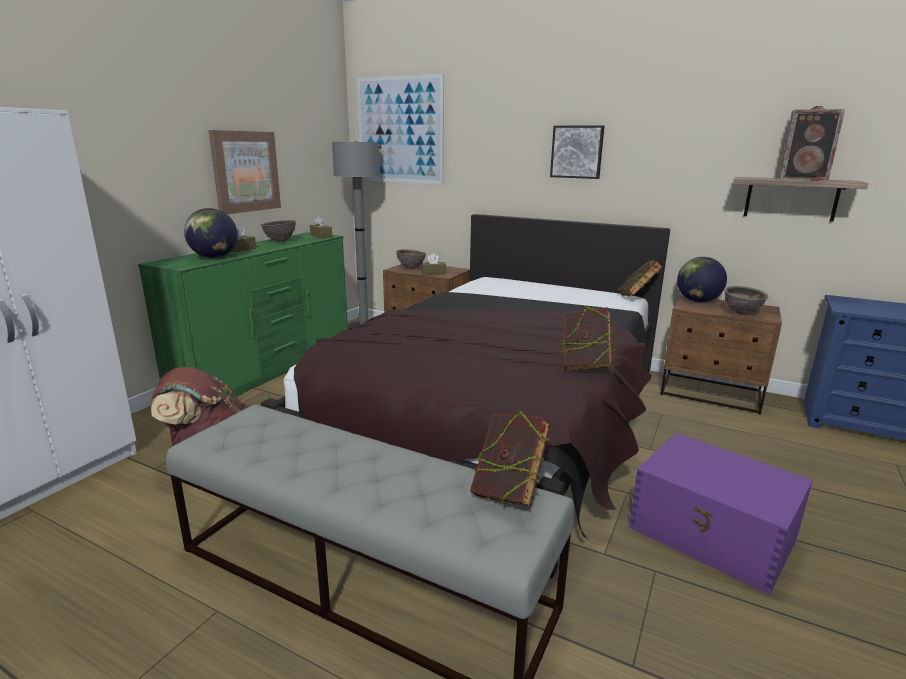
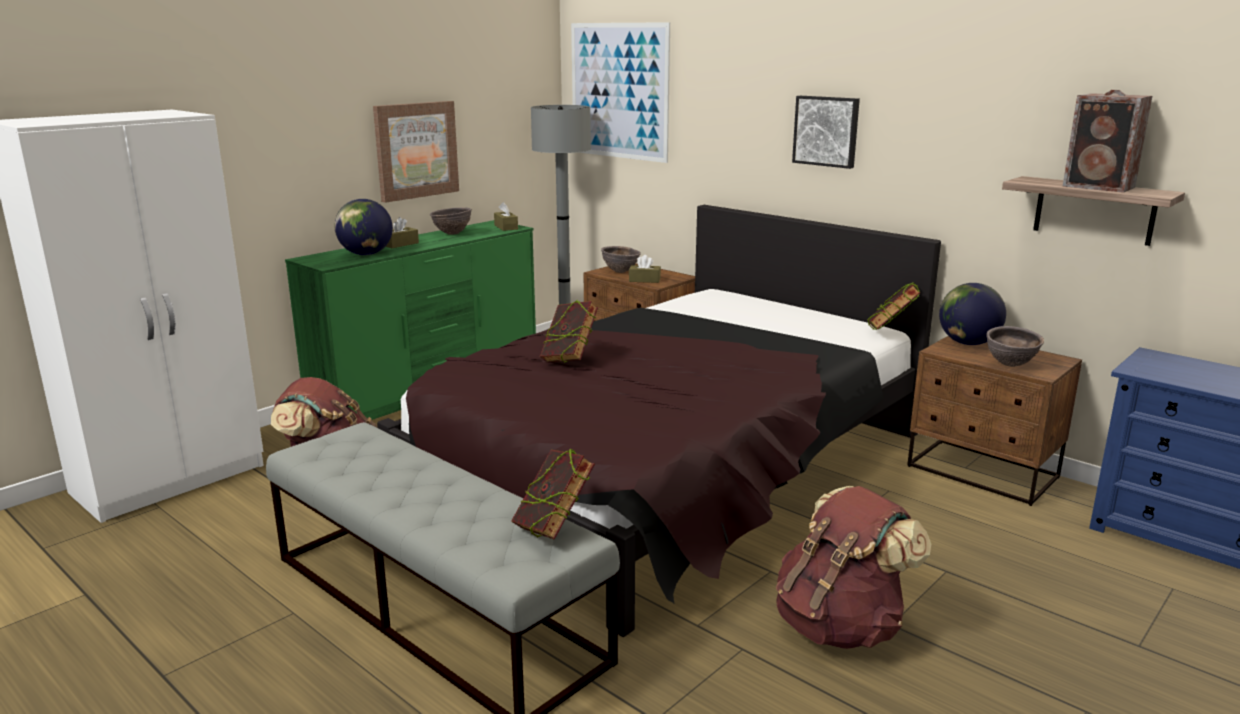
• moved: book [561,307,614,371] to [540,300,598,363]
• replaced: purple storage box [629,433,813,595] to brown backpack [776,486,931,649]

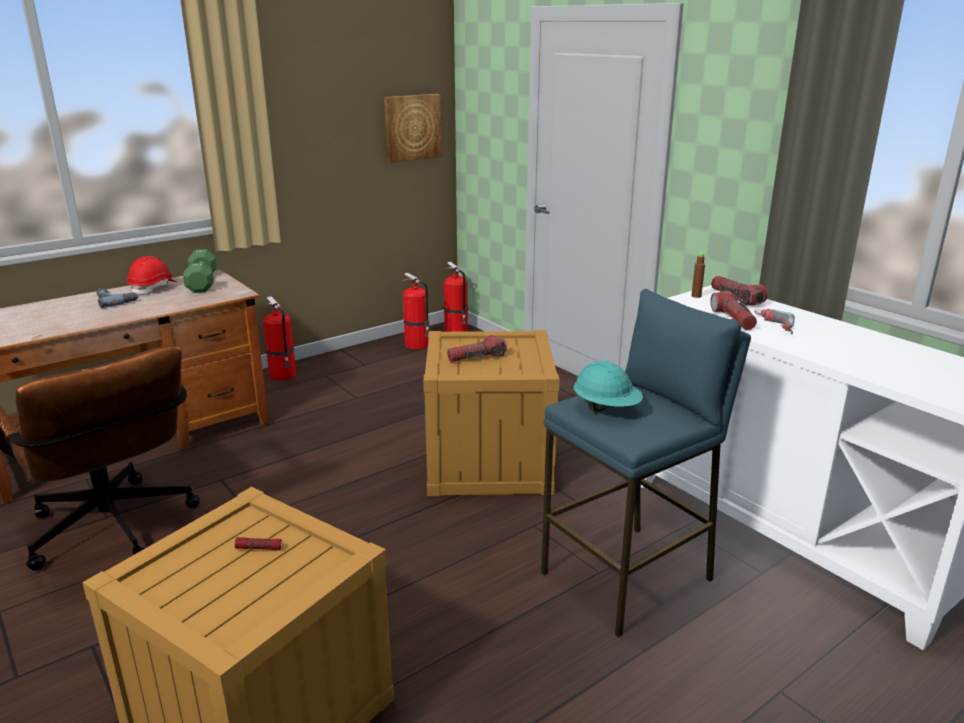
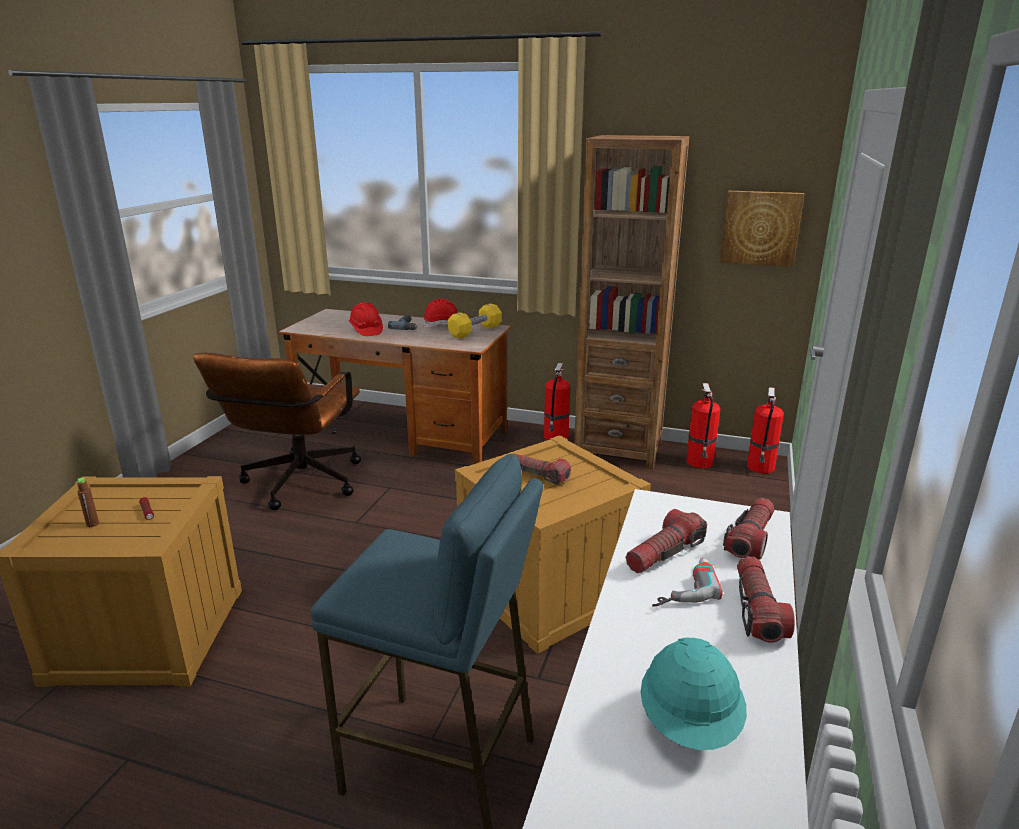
• recoloured: green dumbbell [183,249,217,293] to yellow dumbbell [448,304,502,339]
• moved: brown bottle [691,252,706,298] to [77,478,99,527]
• moved: turquoise hard hat [573,361,643,412] to [641,638,747,750]
• added: brown bookcase [574,135,689,469]
• added: red hard hat [349,302,383,336]
• added: flashlight [737,556,795,643]

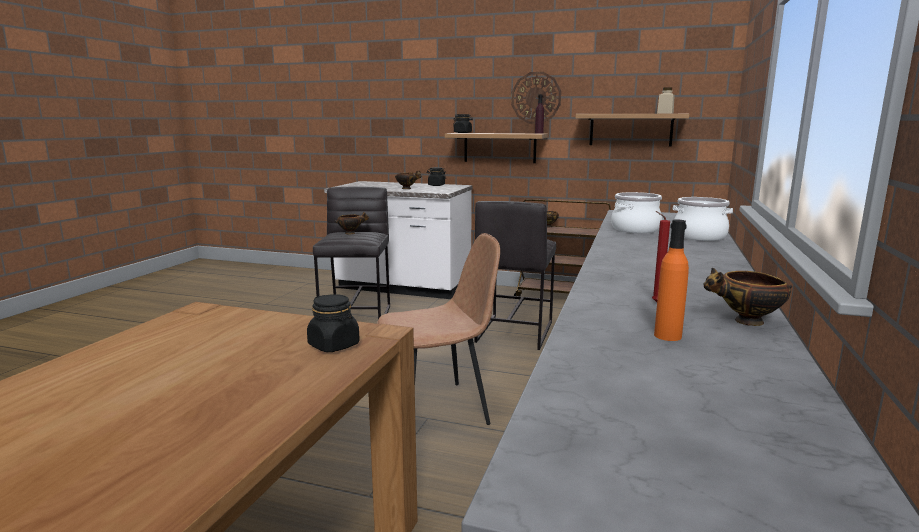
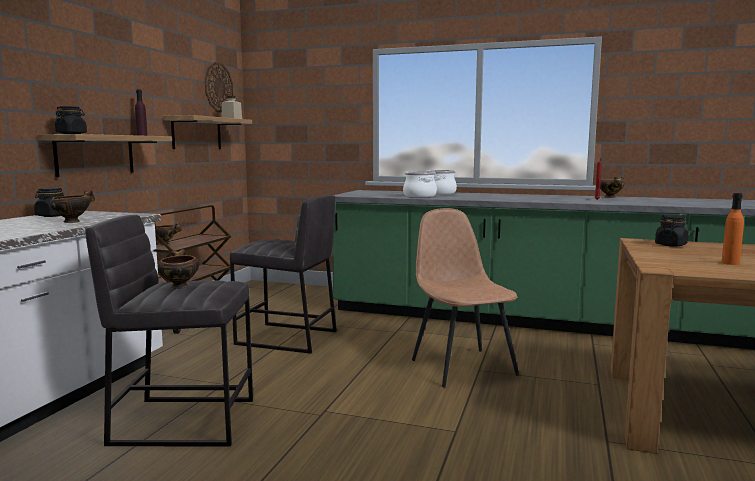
• moved: wall clock [511,72,561,124] to [205,62,233,113]
• moved: orange bottle [654,219,689,341] to [721,193,744,265]

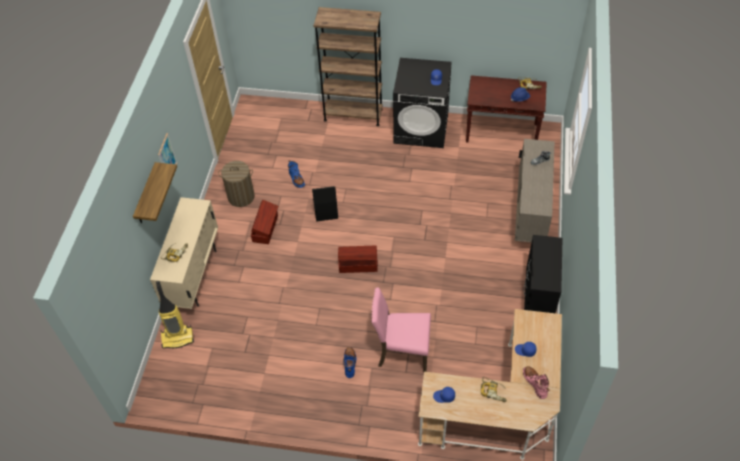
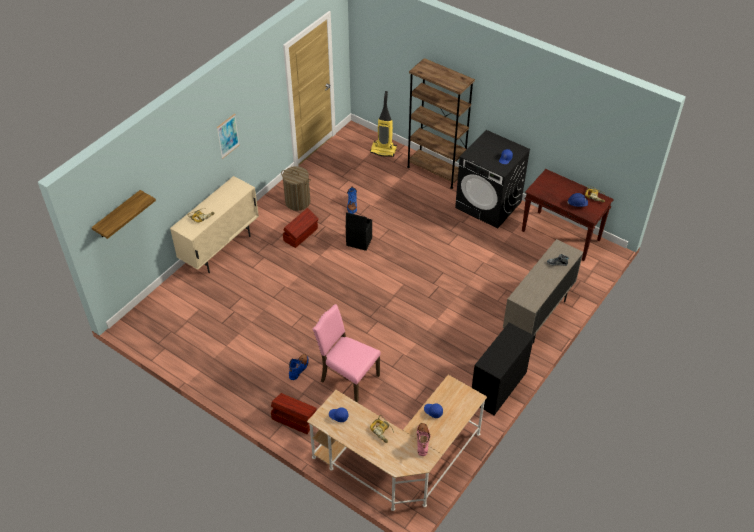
• moved: shelf [133,162,177,224] to [92,190,156,239]
• moved: brown storage box [338,246,378,273] to [271,393,317,434]
• moved: vacuum cleaner [156,281,194,348] to [370,91,397,157]

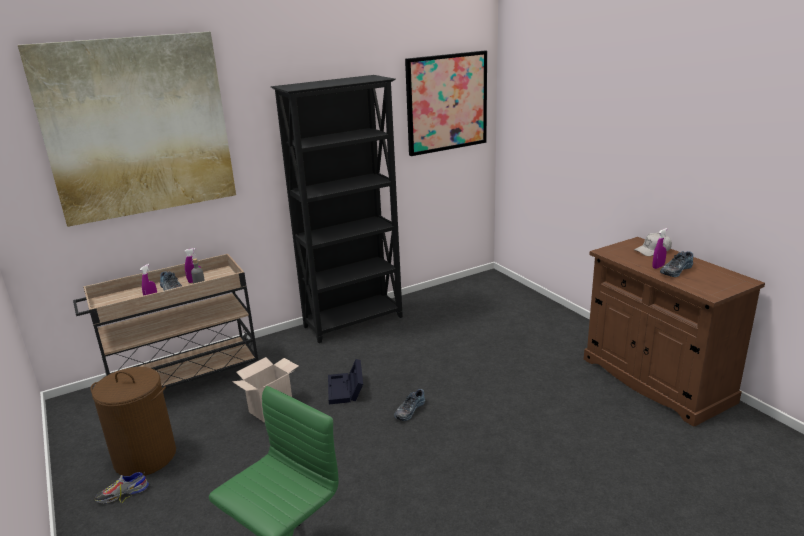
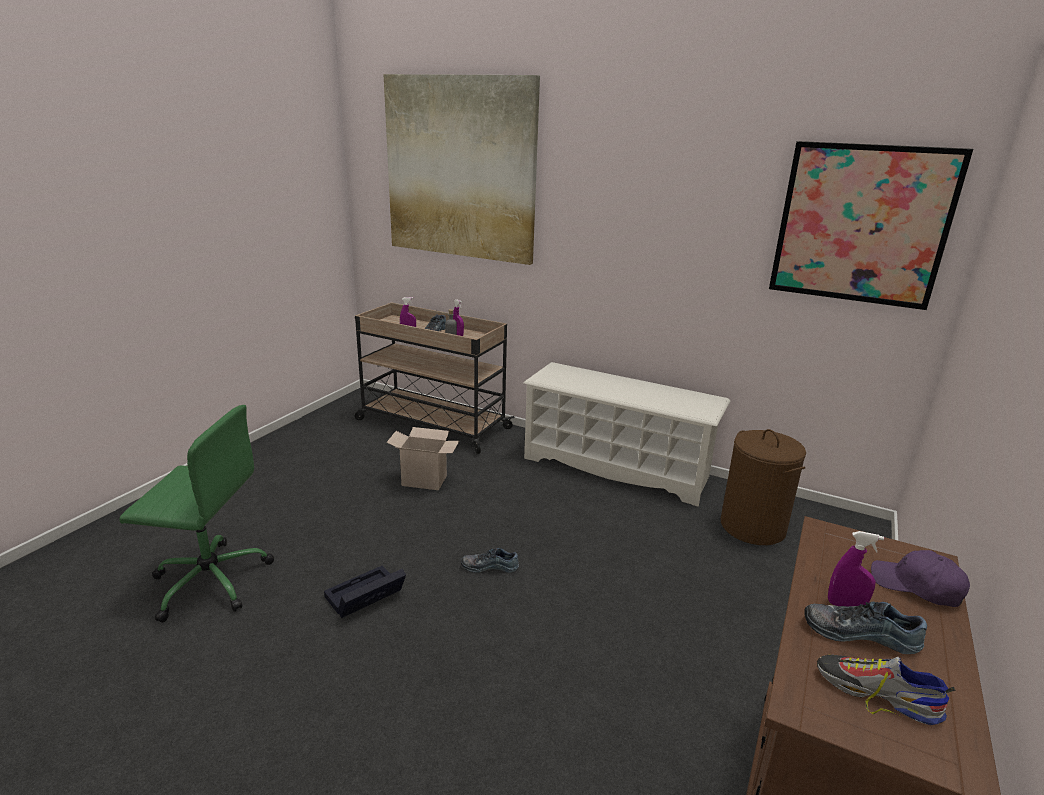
• replaced: black bookcase [271,75,403,343] to white shoe rack [523,362,730,506]
• recoloured: white cap [634,233,672,256] to purple cap [871,550,970,607]
• moved: black storage box [328,359,363,405] to [324,566,406,618]
• moved: brown laundry basket [90,367,176,476] to [721,429,806,545]
• moved: shoe [95,472,149,503] to [817,655,955,725]

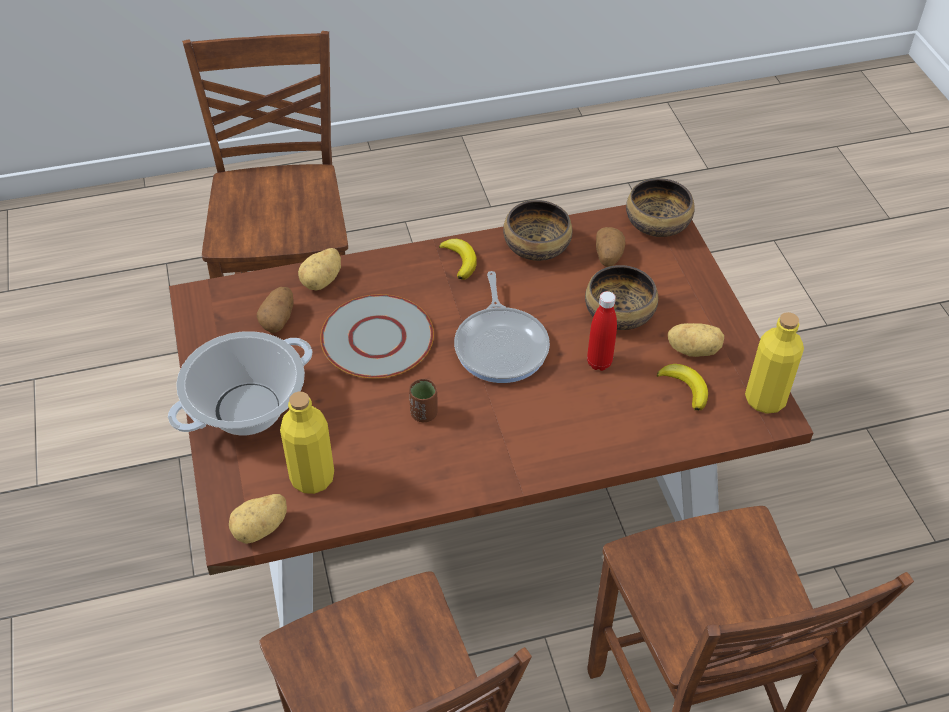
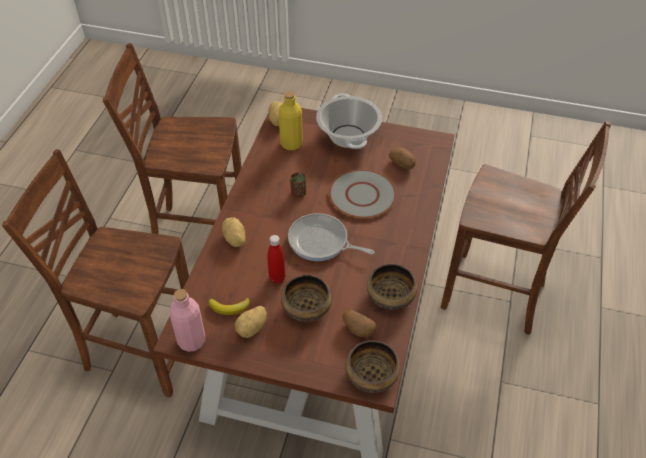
• removed: banana [439,239,477,280]
• moved: potato [298,248,341,290] to [222,217,246,247]
• recoloured: yellow bottle [745,312,804,414] to pink bottle [170,289,205,352]

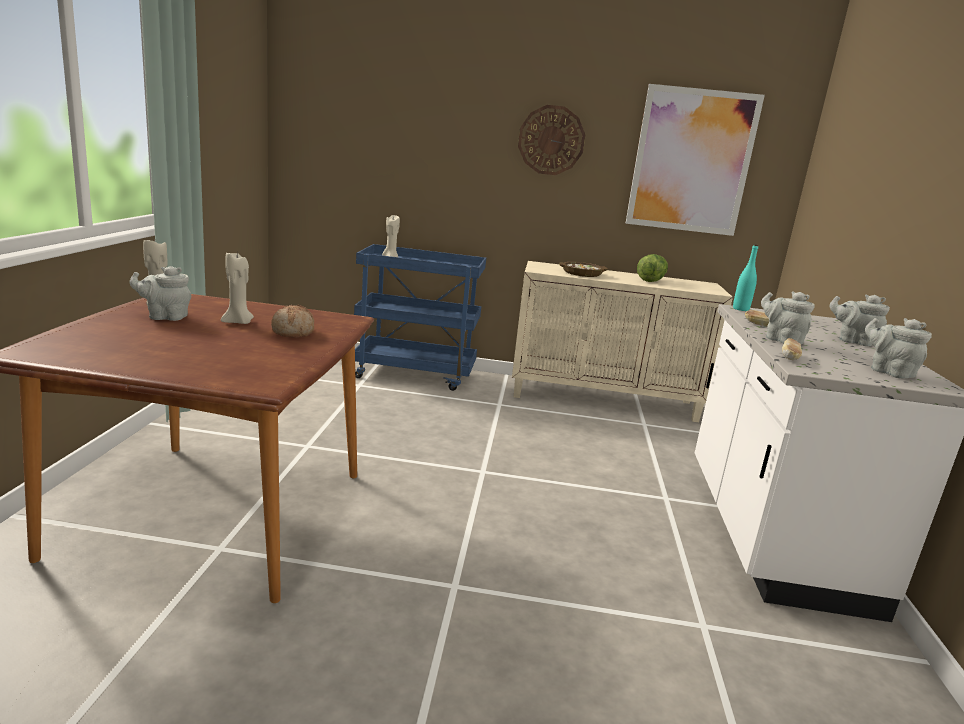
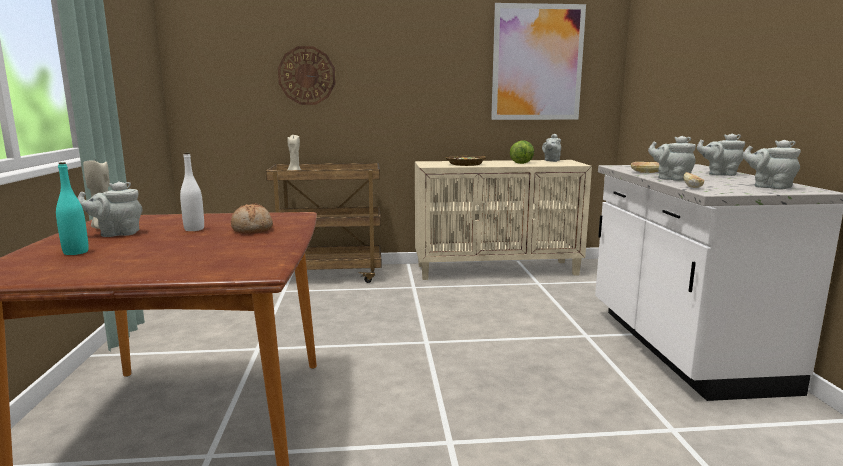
• moved: wall clock [518,105,585,175] to [278,46,336,105]
• recoloured: blue cart [354,244,486,391] to brown cart [266,163,382,283]
• moved: turquoise bottle [733,244,758,311] to [56,162,89,255]
• replaced: beige candle [221,253,254,324] to white bottle [180,153,204,231]
• added: grey teapot [542,134,561,162]

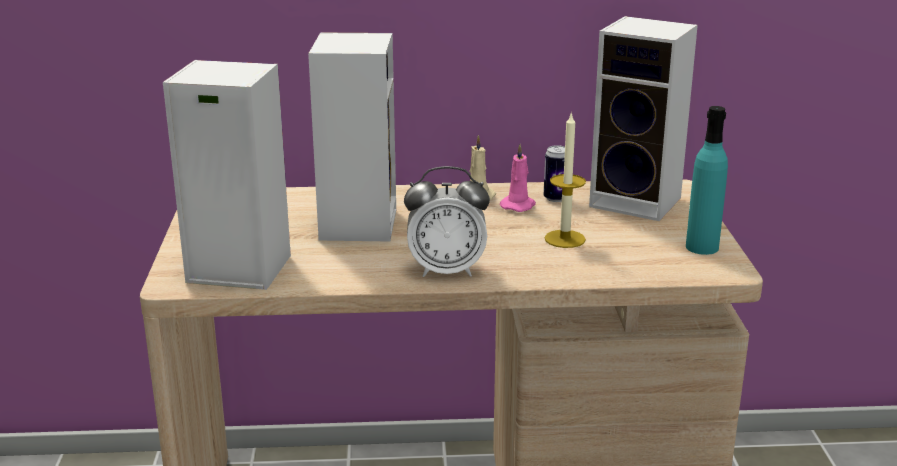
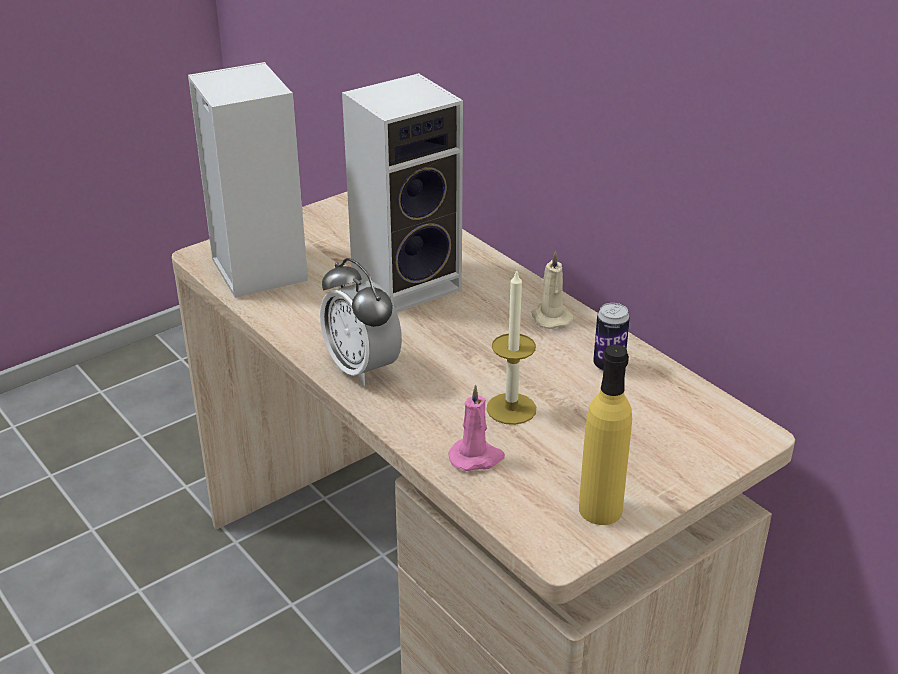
• removed: speaker [589,16,698,221]
• recoloured: turquoise bottle [686,106,728,255] to yellow bottle [579,345,632,525]
• moved: pink candle [500,144,536,212] to [448,385,505,471]

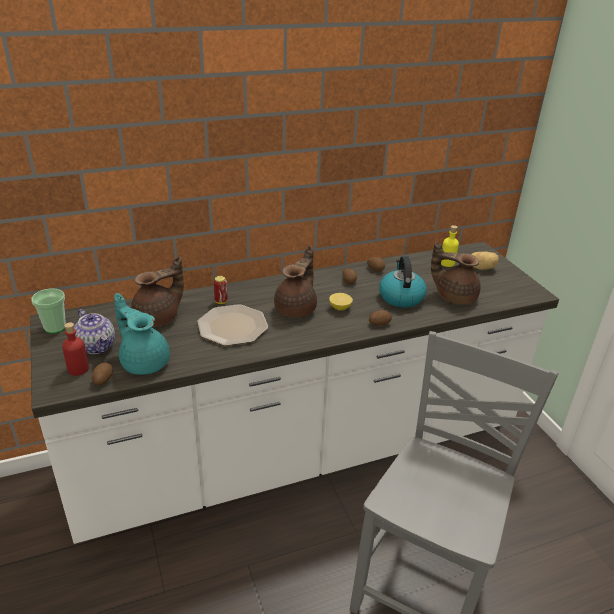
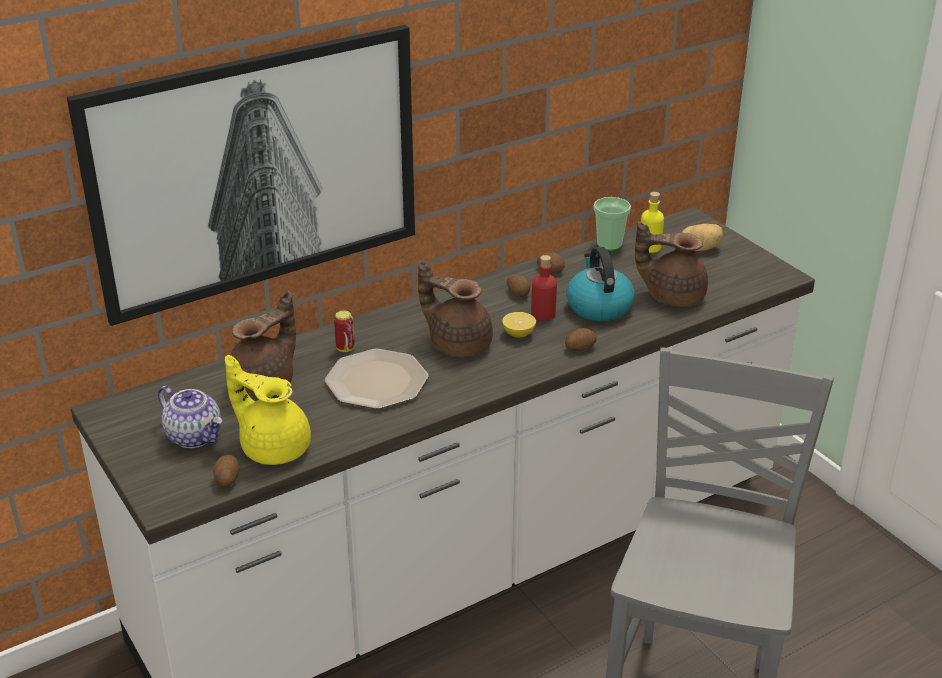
• turned: brown teapot [274,245,317,318] = [418,260,493,357] 75 degrees counterclockwise
• moved: cup [32,288,66,334] to [594,197,631,251]
• recoloured: turquoise teapot [114,293,170,375] to yellow teapot [225,355,311,465]
• moved: red bottle [62,322,89,376] to [531,255,557,321]
• added: picture [67,25,415,326]

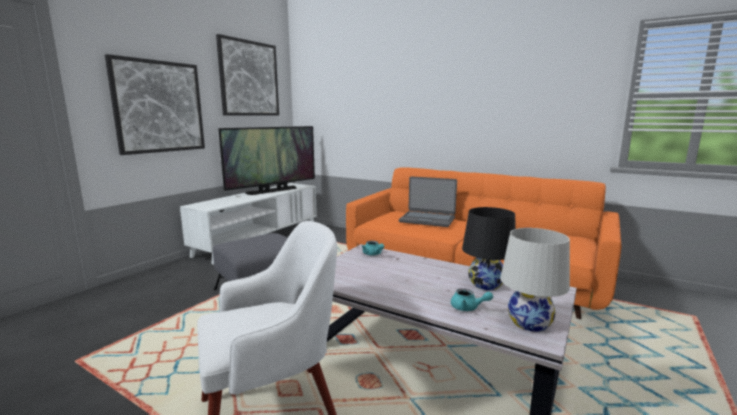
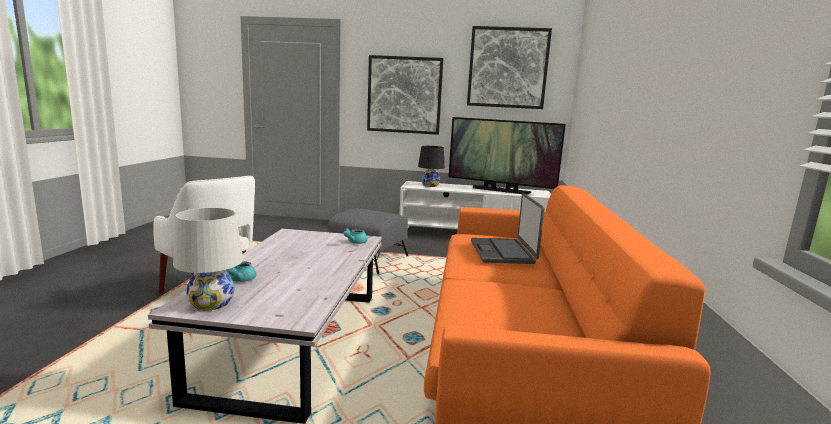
• moved: black table lamp [462,207,516,290] to [418,146,445,187]

